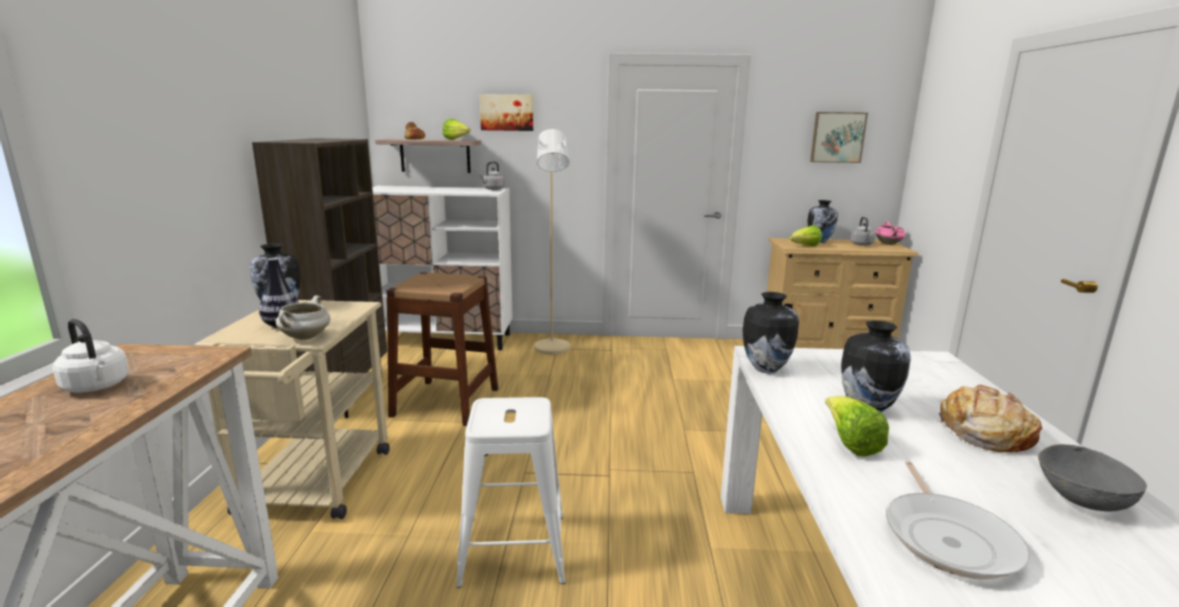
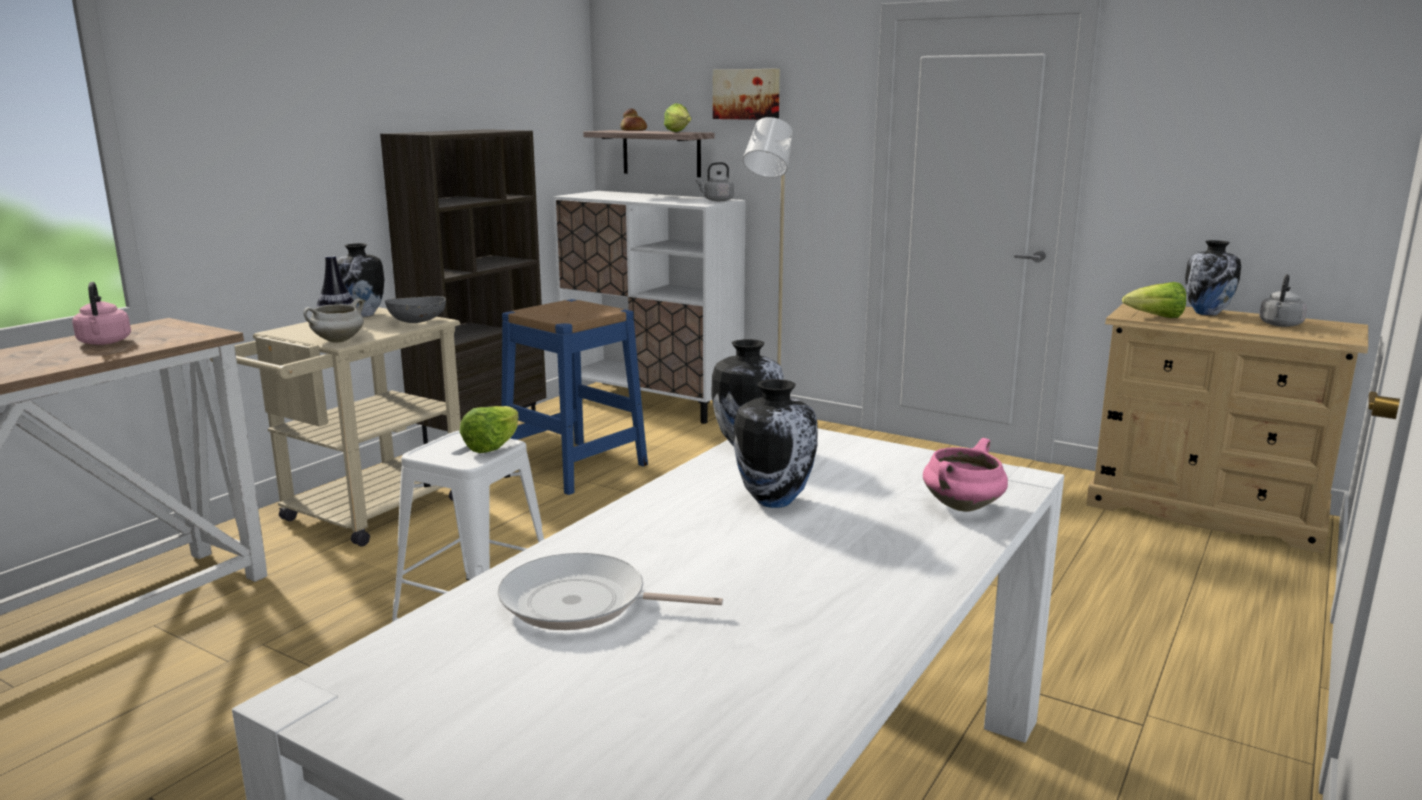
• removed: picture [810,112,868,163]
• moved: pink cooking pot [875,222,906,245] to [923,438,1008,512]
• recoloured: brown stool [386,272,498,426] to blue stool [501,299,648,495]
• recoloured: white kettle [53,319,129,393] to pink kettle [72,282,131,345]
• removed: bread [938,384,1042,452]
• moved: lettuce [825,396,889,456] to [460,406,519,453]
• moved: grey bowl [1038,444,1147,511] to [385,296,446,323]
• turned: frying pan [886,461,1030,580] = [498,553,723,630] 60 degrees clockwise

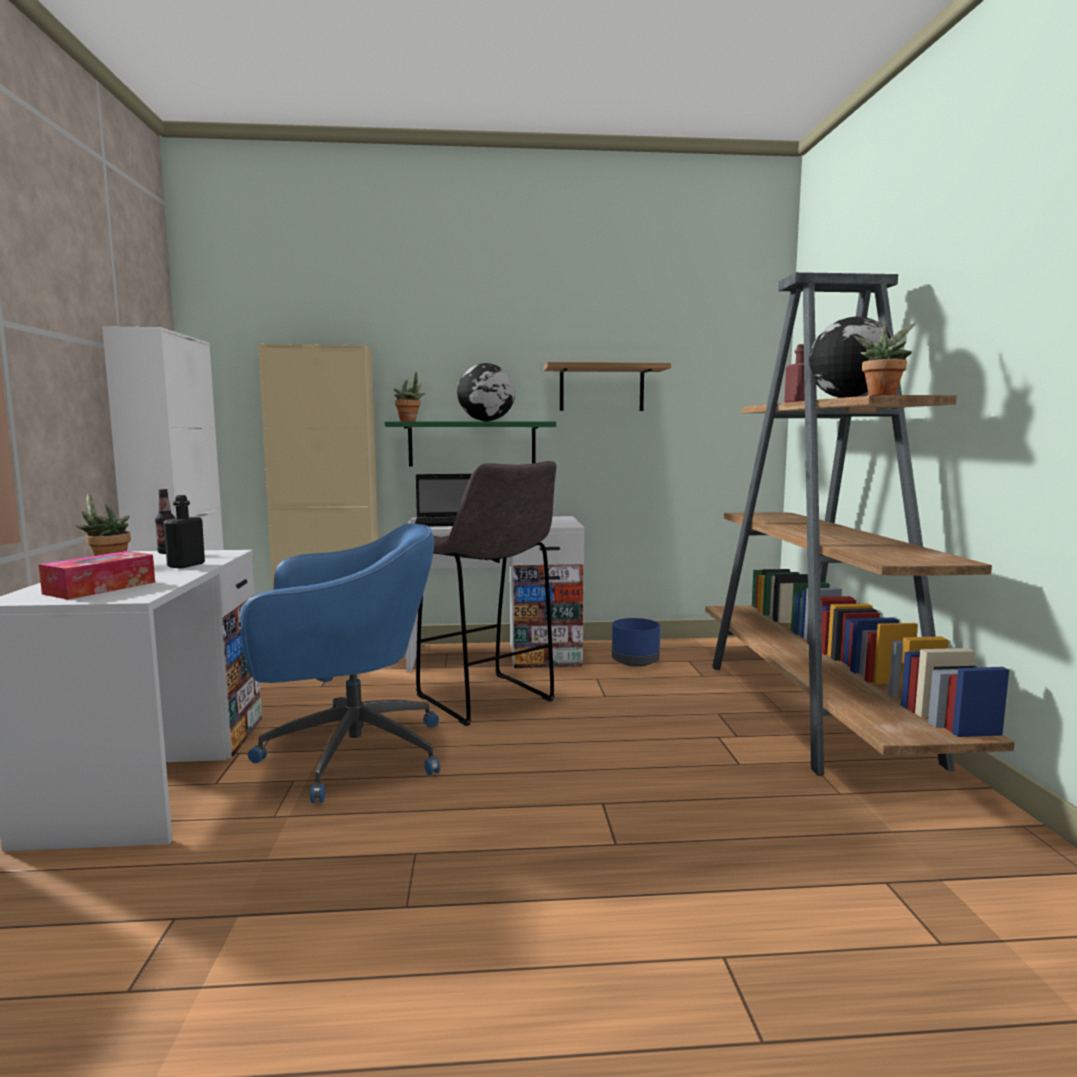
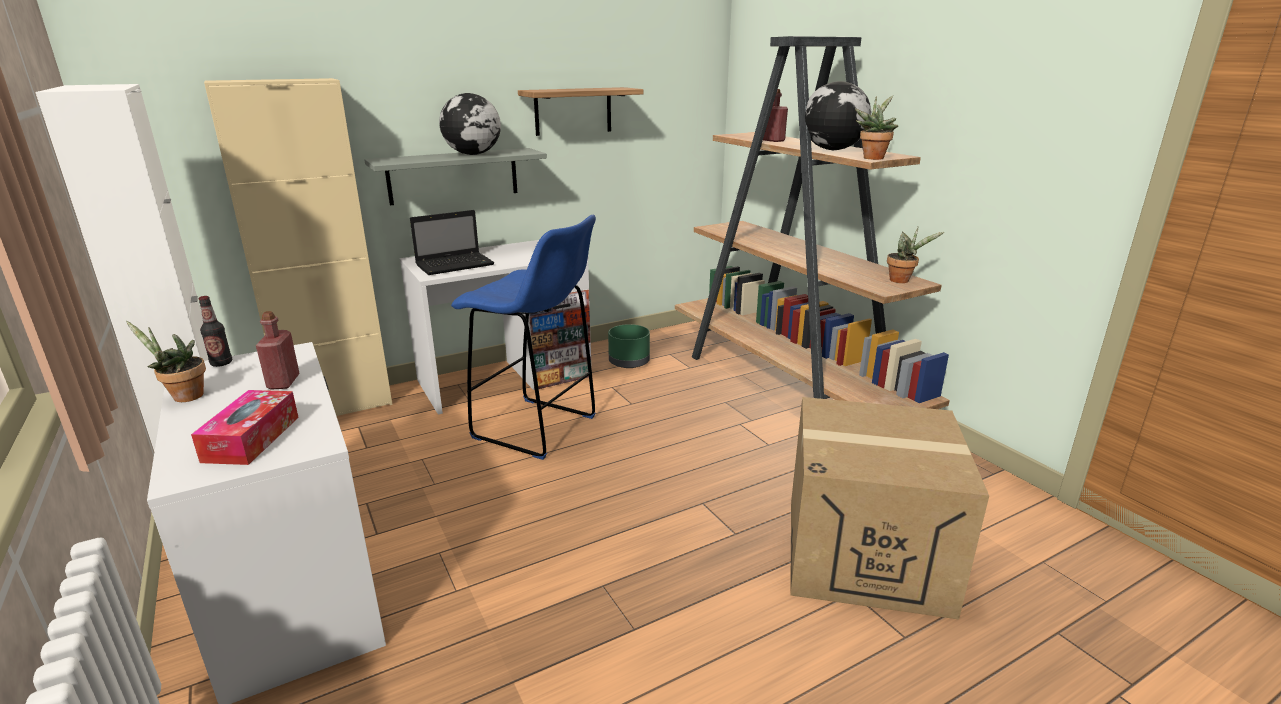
• moved: potted plant [394,372,425,421] to [887,227,944,283]
• recoloured: green shelf [385,421,556,466] to grey shelf [364,148,547,205]
• recoloured: grey stool [416,461,556,726] to blue stool [451,215,596,460]
• recoloured: black bottle [163,495,205,568] to red bottle [256,311,300,390]
• removed: blue office chair [241,523,440,803]
• recoloured: blue planter [612,618,660,667] to green planter [608,324,650,368]
• added: cardboard box [790,397,989,619]

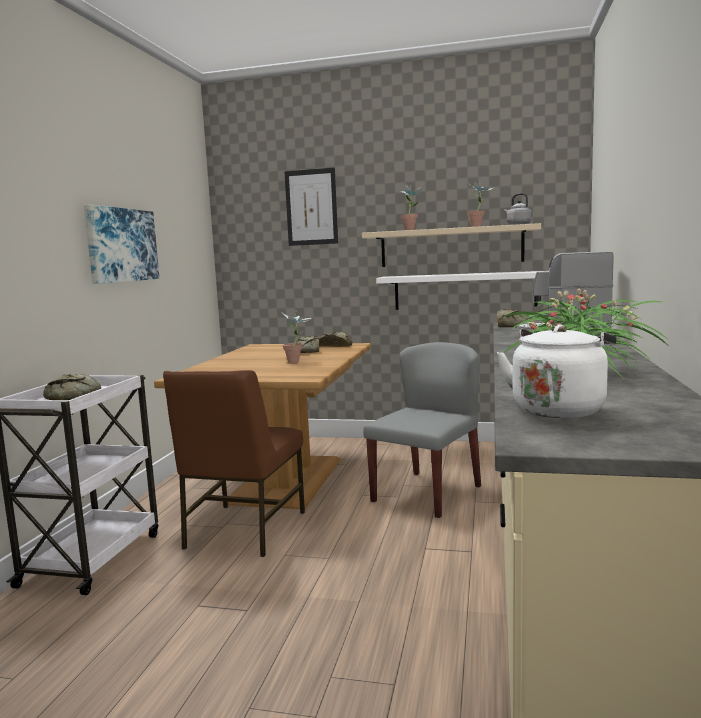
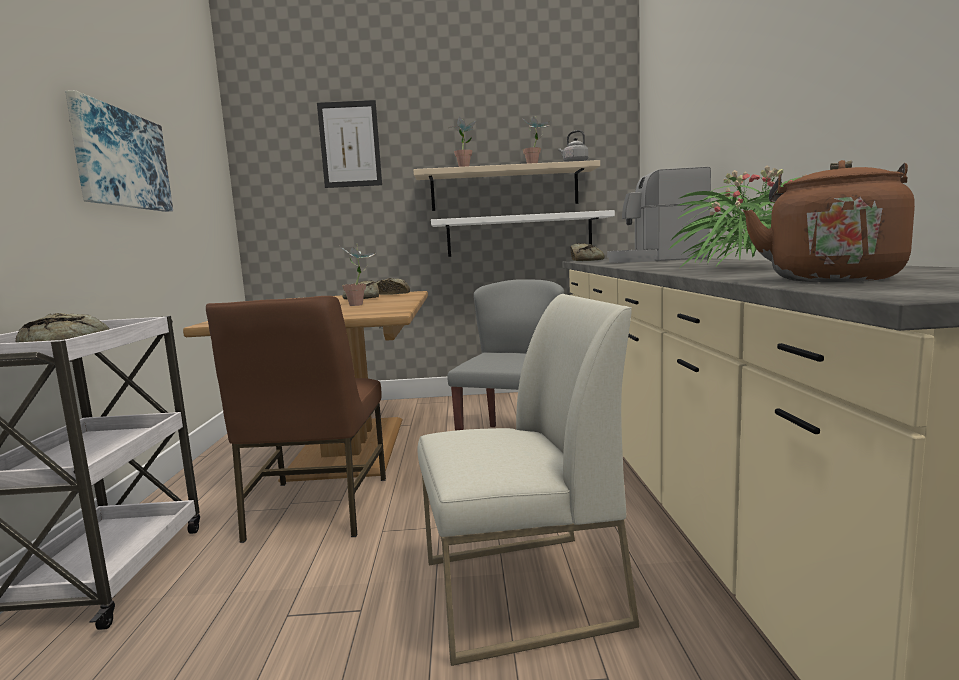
• recoloured: white kettle [497,324,617,418] to brown kettle [743,160,915,282]
• added: white chair [417,294,639,666]

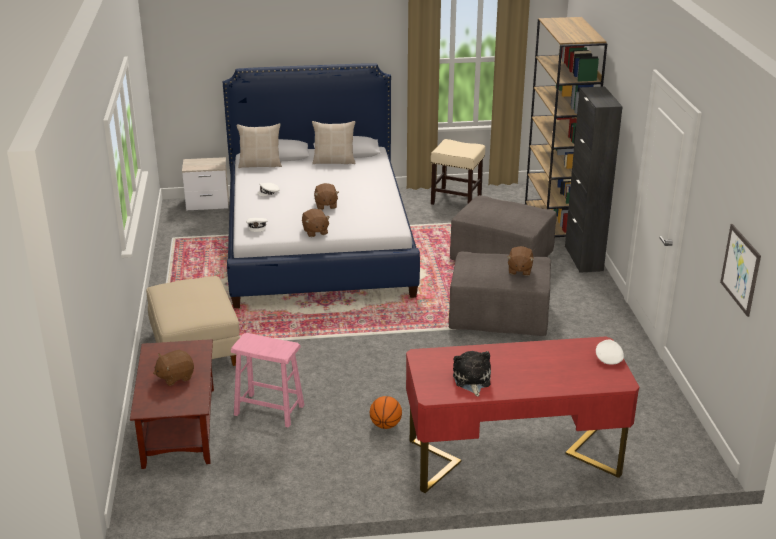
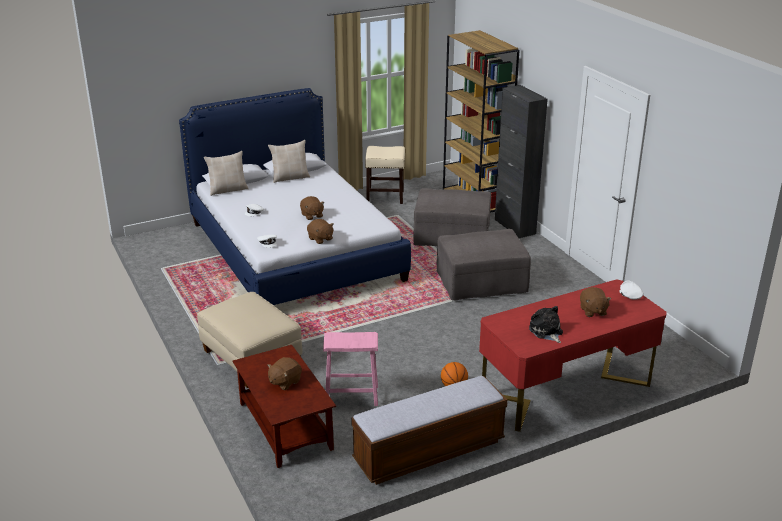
• removed: nightstand [182,157,229,211]
• removed: picture [720,224,761,317]
• moved: brown plush toy [507,246,534,276] to [580,287,611,317]
• added: bench [351,376,507,485]

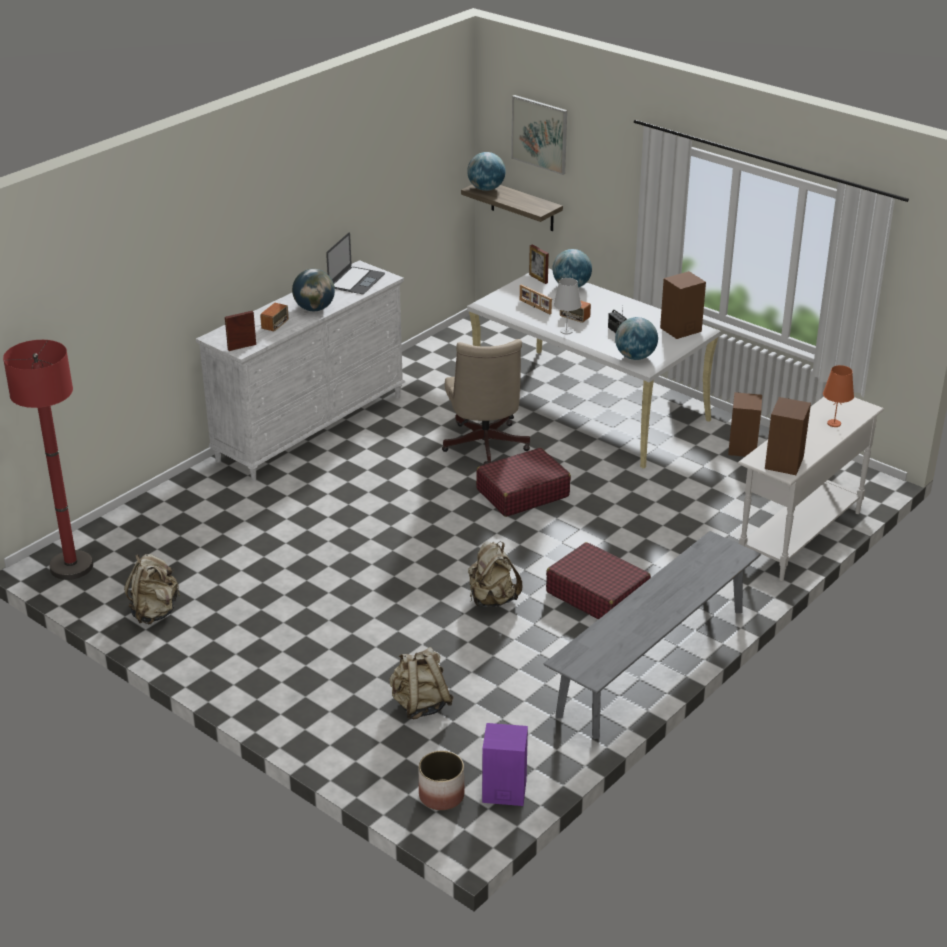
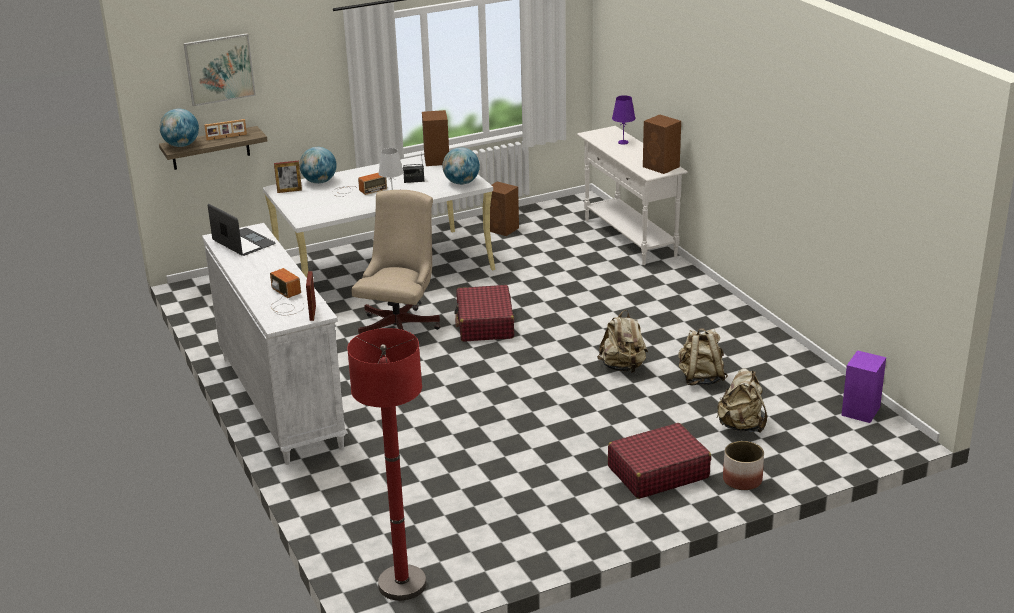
• removed: globe [292,269,335,311]
• moved: picture frame [520,284,552,314] to [204,119,247,140]
• turned: beige office chair [442,339,530,465] = [352,190,440,335] 90 degrees counterclockwise
• recoloured: orange table lamp [823,365,854,427] to purple table lamp [612,95,636,145]
• removed: grey bench [544,531,761,739]
• moved: red suitcase [546,542,651,620] to [608,423,711,499]
• moved: beige backpack [124,554,181,624] to [678,328,728,386]
• moved: planter [418,751,464,810] to [723,441,764,490]

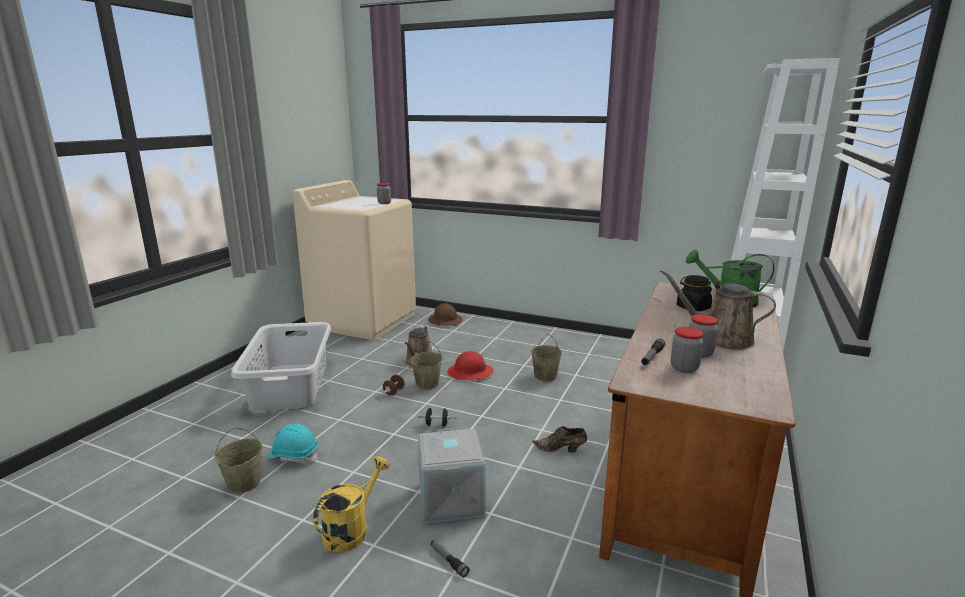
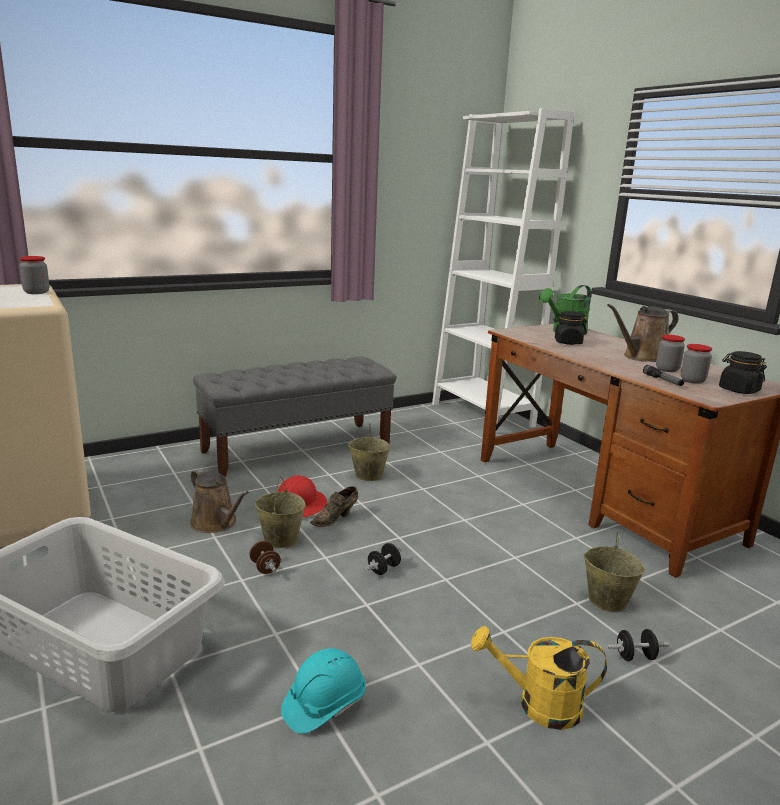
• removed: brown hard hat [428,303,463,326]
• moved: brown shoe [532,426,587,453] to [310,486,358,527]
• moved: beige bucket [214,428,263,493] to [584,532,645,612]
• removed: grey storage box [418,428,486,524]
• turned: yellow watering can [313,456,390,553] = [471,626,607,730] 60 degrees counterclockwise
• replaced: flashlight [430,540,470,578] to black dumbbell [607,629,669,661]
• added: black jar [719,351,767,394]
• added: grey bench [193,356,396,477]

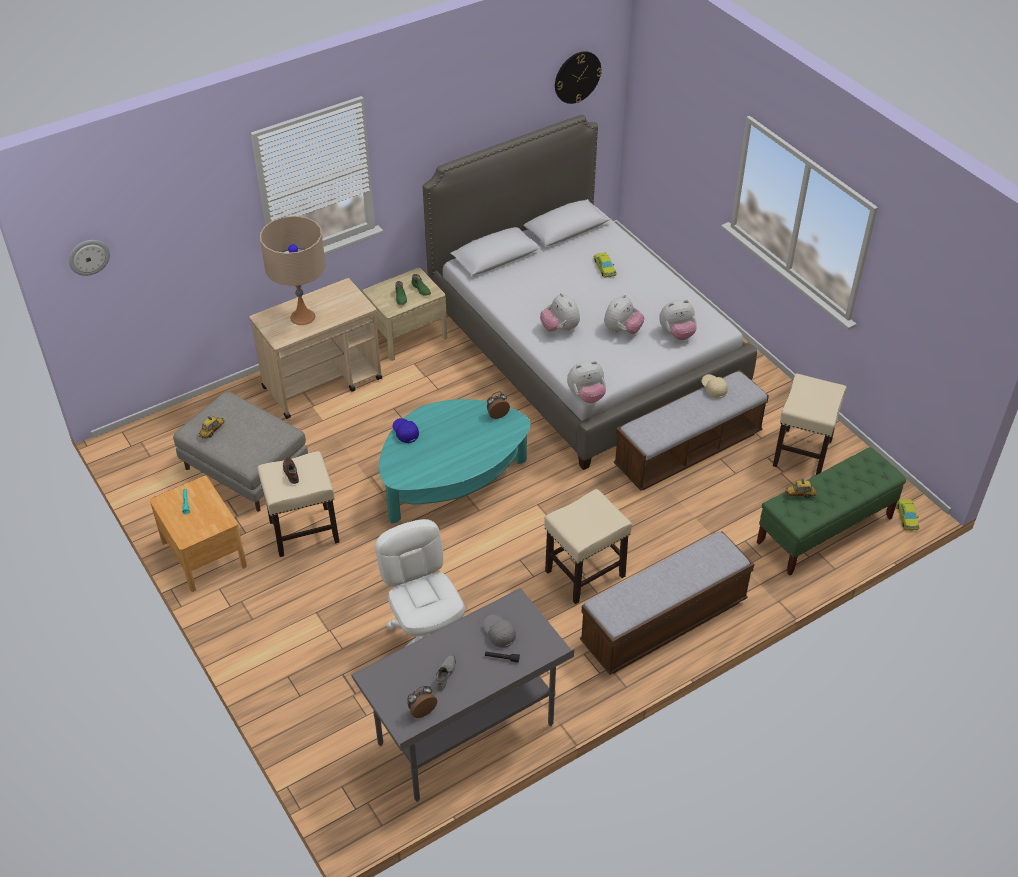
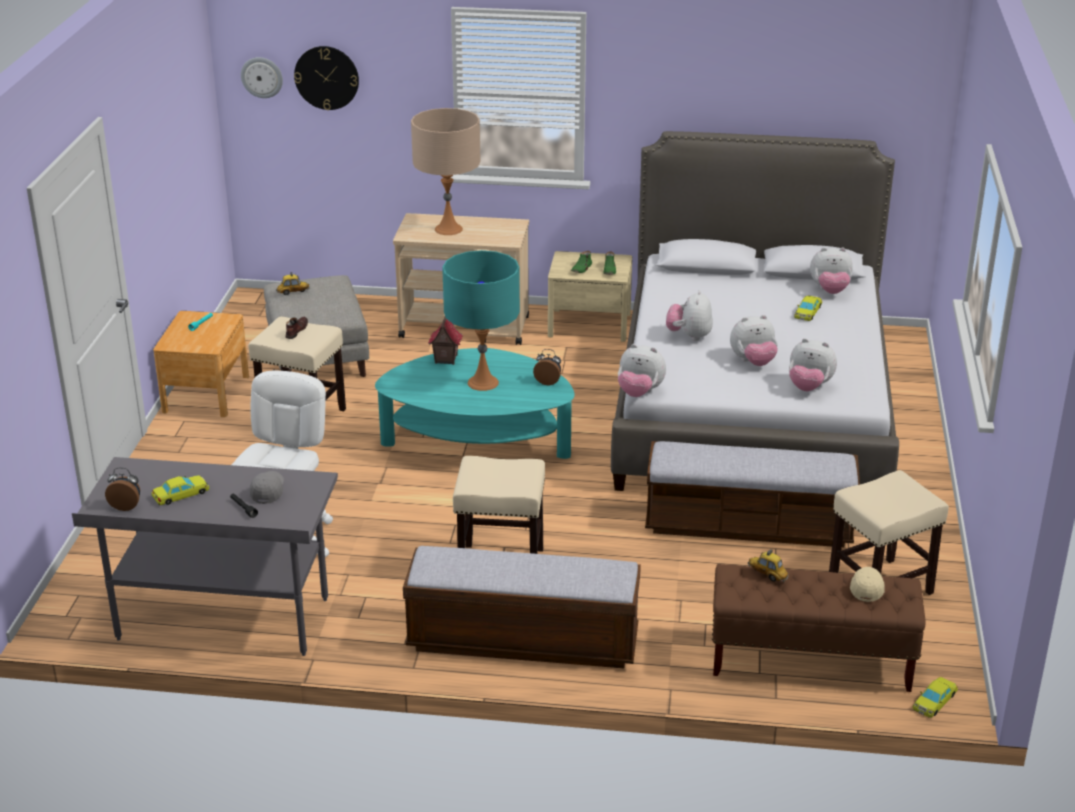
• moved: wall clock [555,51,602,104] to [294,46,359,110]
• moved: beige cap [701,374,728,399] to [850,567,885,602]
• replaced: blue cap [392,418,419,443] to toy house [428,317,463,365]
• recoloured: green bench [757,447,906,576] to brown bench [712,564,926,692]
• replaced: grey shoe [435,656,456,691] to yellow toy car [151,475,209,505]
• added: plush toy [810,247,853,294]
• added: turquoise table lamp [442,250,520,391]

